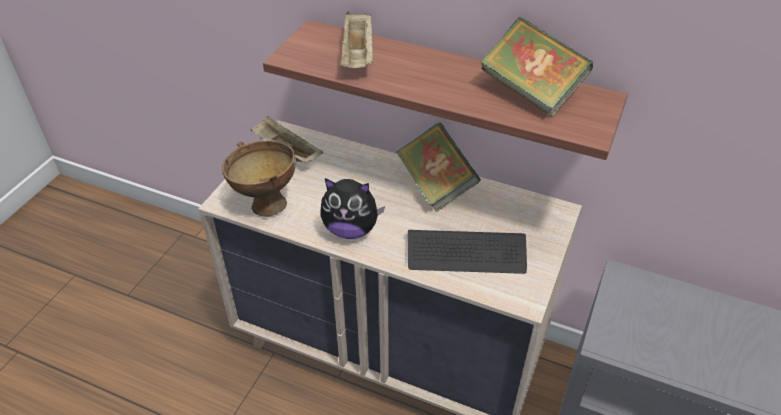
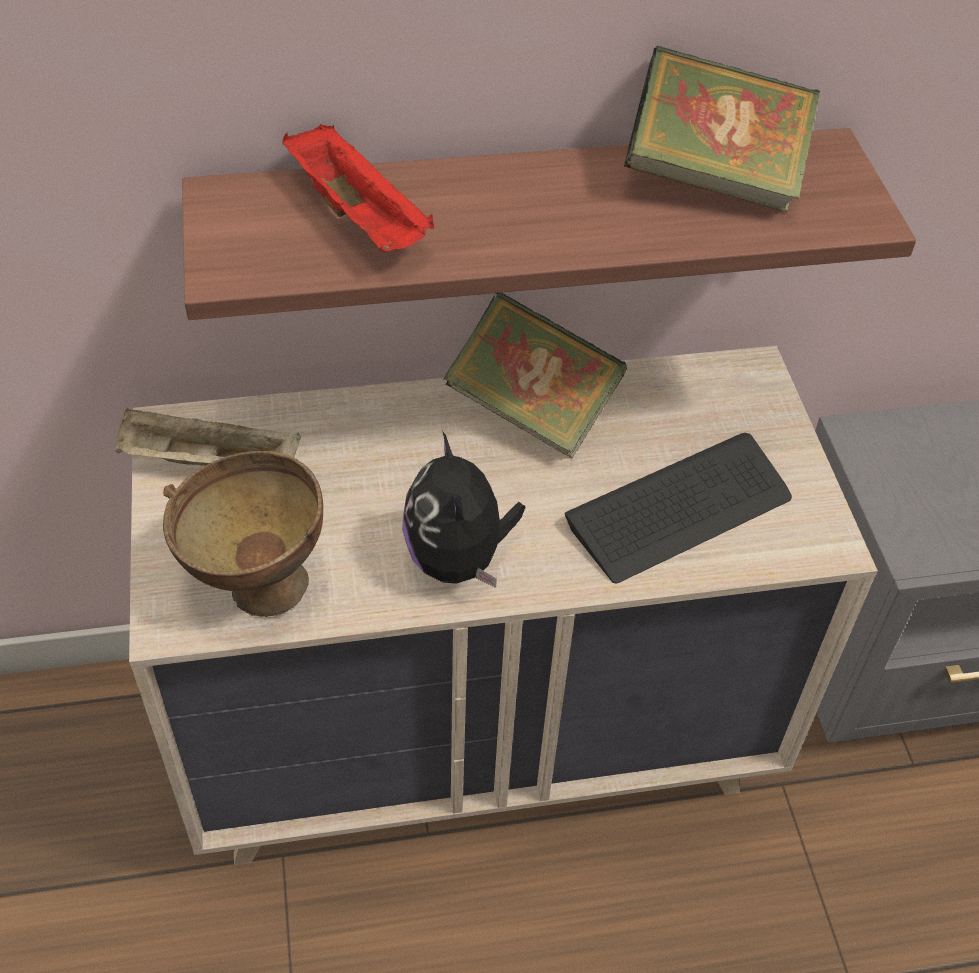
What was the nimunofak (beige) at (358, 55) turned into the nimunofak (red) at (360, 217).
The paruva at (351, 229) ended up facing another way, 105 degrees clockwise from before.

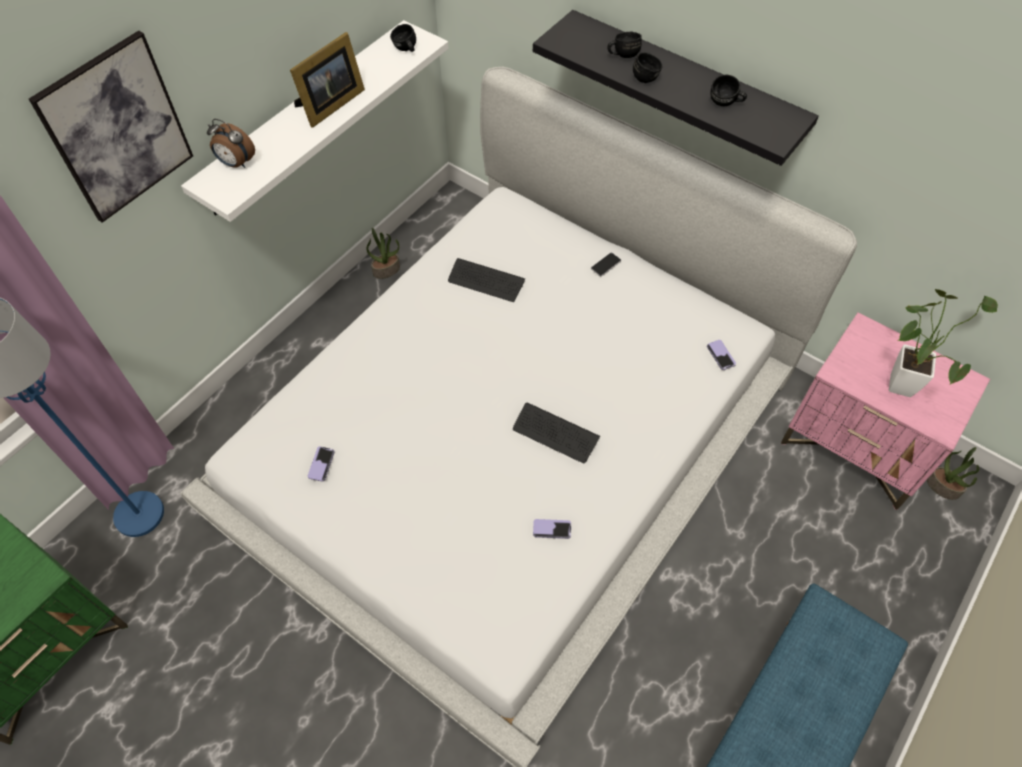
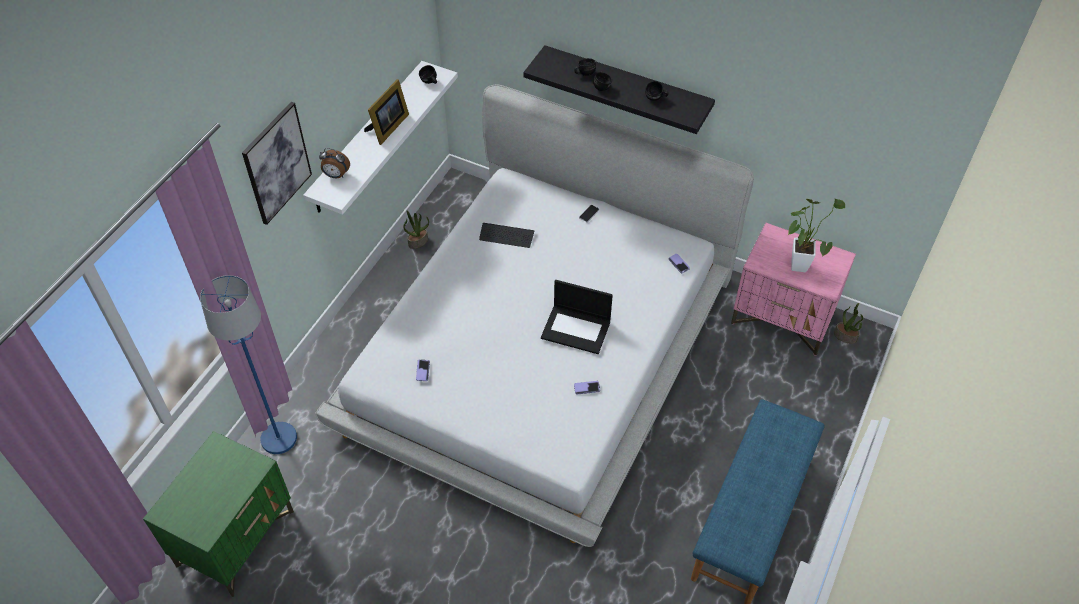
Where the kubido stood at (555, 434), the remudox came to stand at (577, 329).

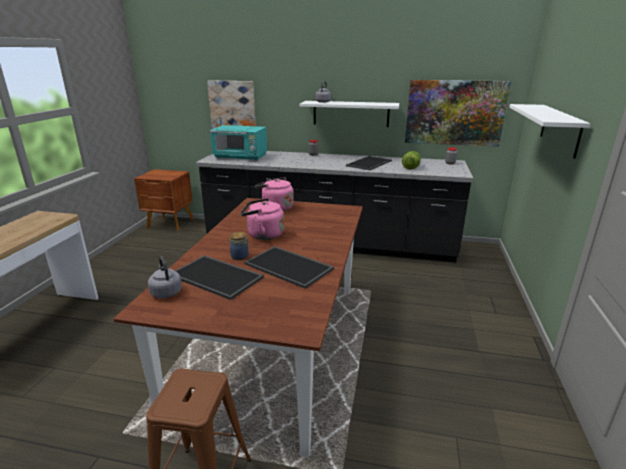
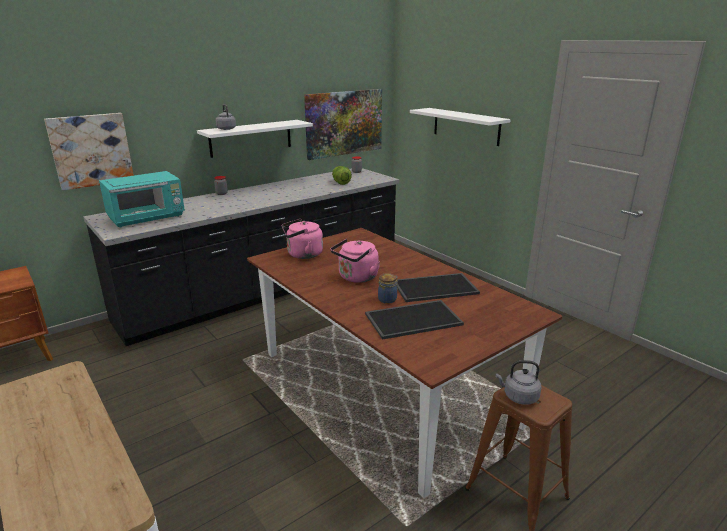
The second view lost the nimunofak at (369, 163).
The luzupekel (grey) ended up elsewhere, having gone from (166, 292) to (518, 397).

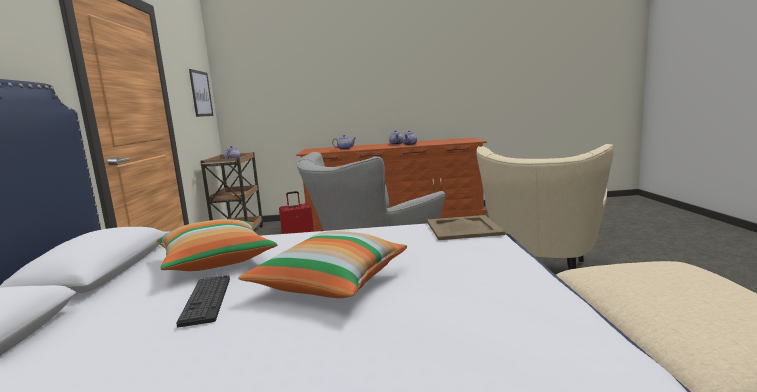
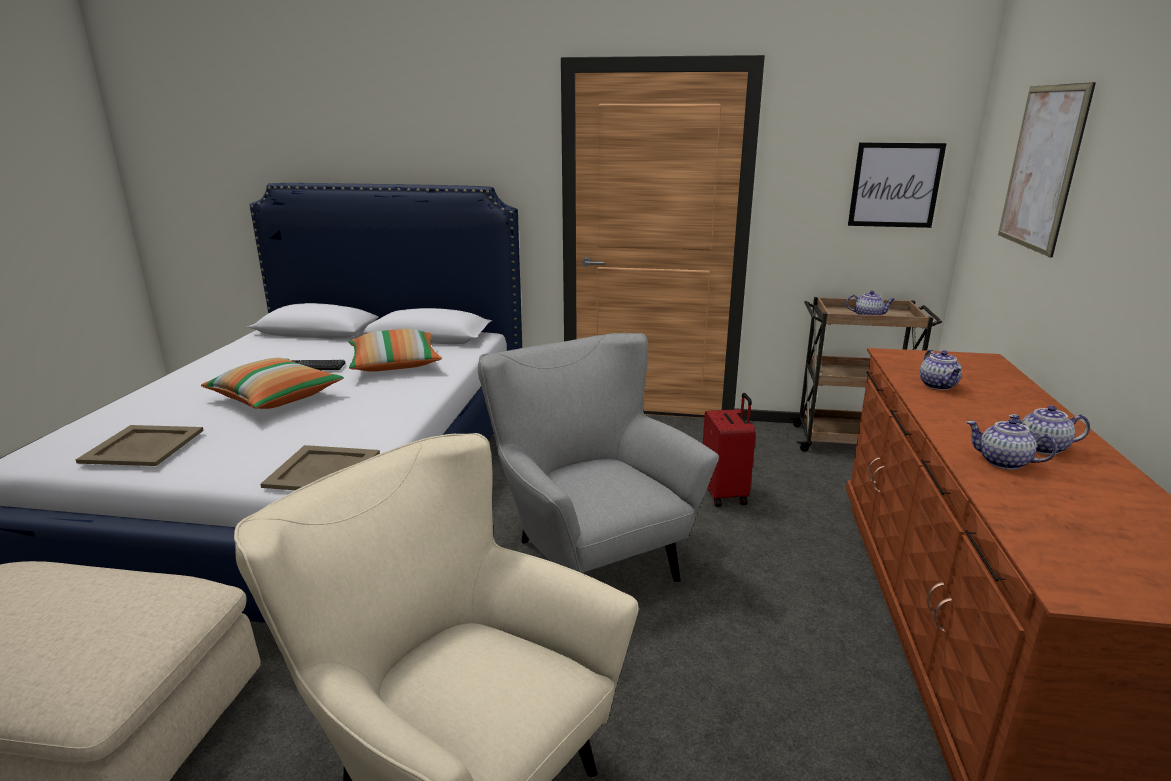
The second view gained the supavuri at (1042, 168).
The second view gained the nimunofak (beige) at (143, 446).

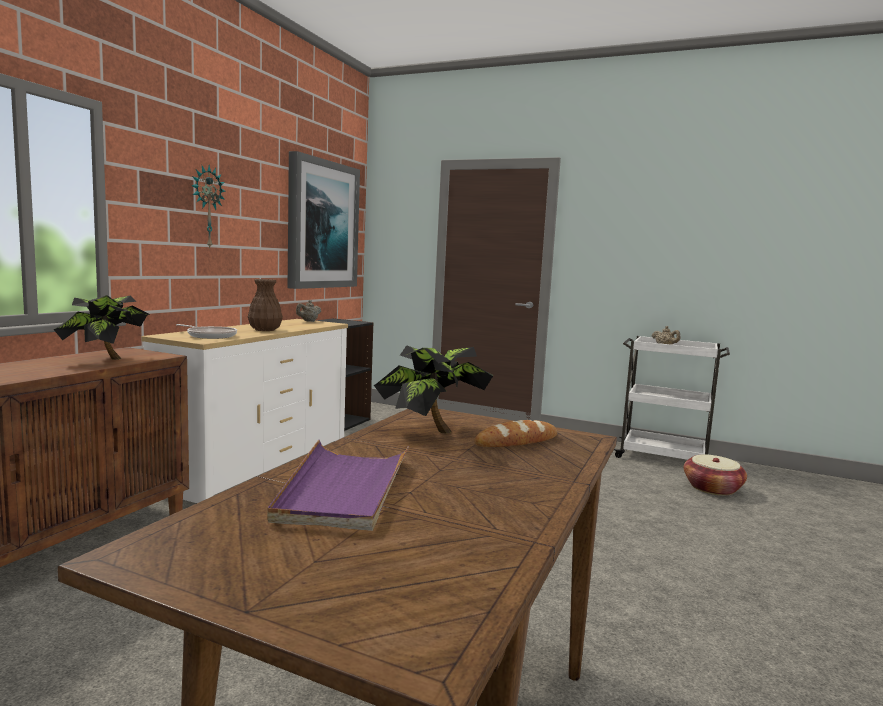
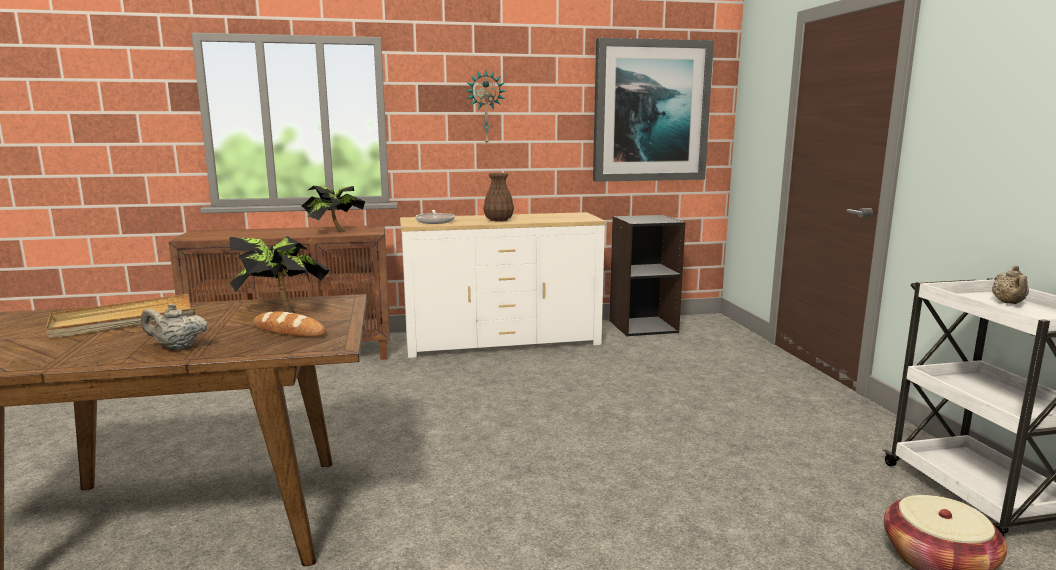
The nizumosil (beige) ended up elsewhere, having gone from (308, 321) to (176, 347).
What was the nimunofak (purple) at (344, 488) turned into the nimunofak (beige) at (124, 320).

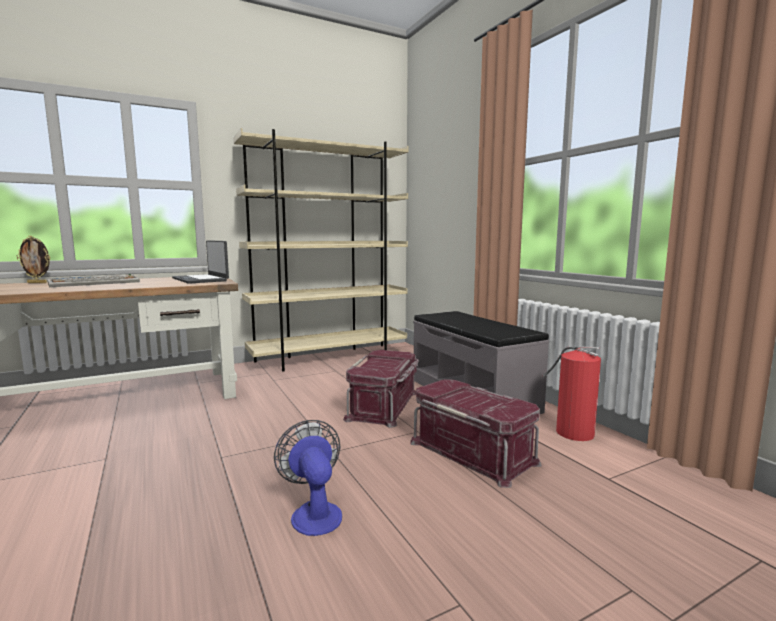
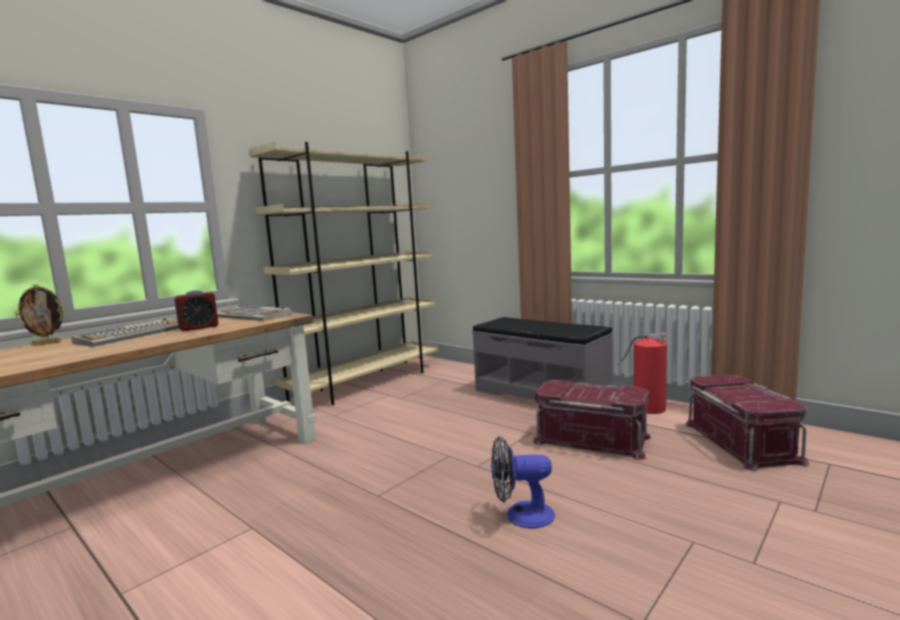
Where the remudox stood at (201, 279), the kubido came to stand at (252, 315).
The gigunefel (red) ended up elsewhere, having gone from (384, 406) to (742, 442).
The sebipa at (314, 512) ended up facing another way, 45 degrees counterclockwise from before.
The second view gained the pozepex at (198, 327).

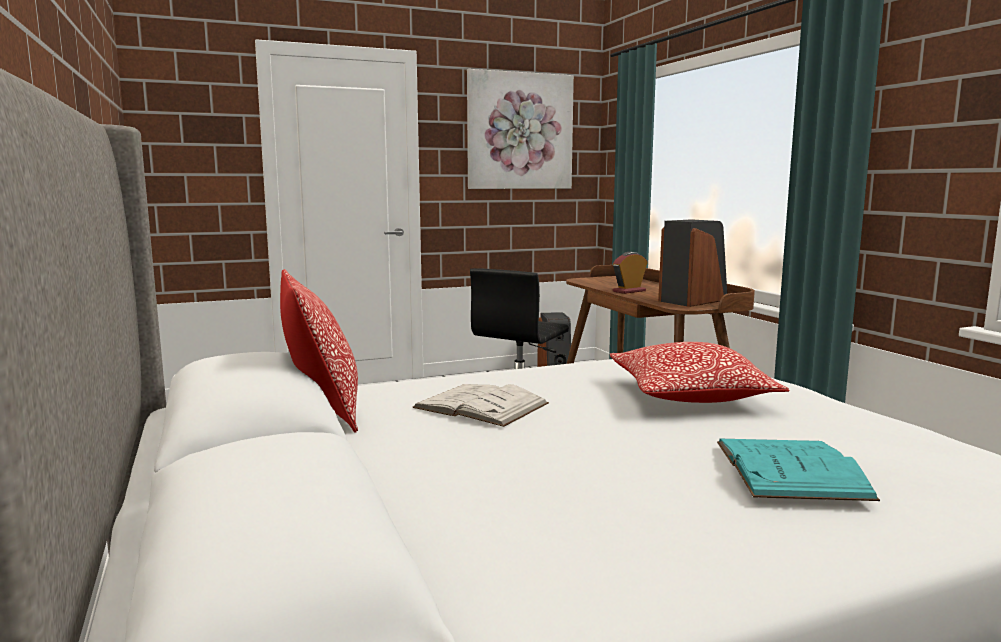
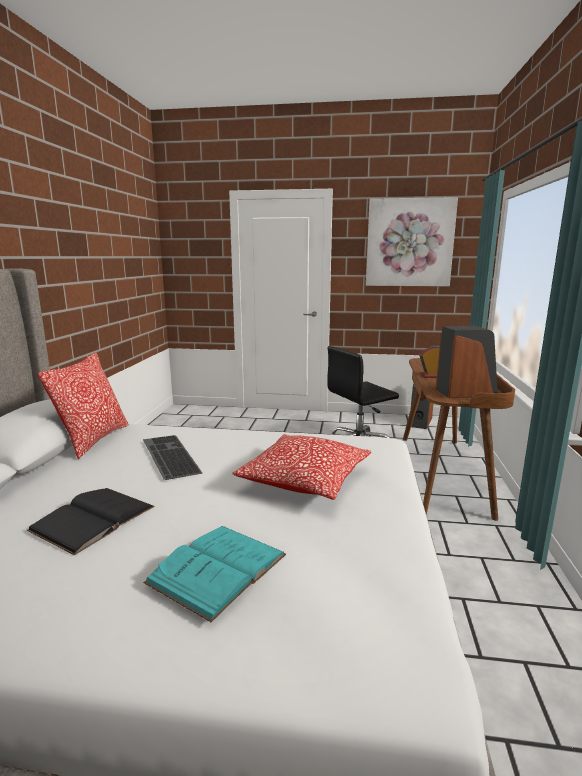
Where the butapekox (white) stood at (481, 405), the kubido came to stand at (168, 456).
The second view gained the butapekox (black) at (93, 518).

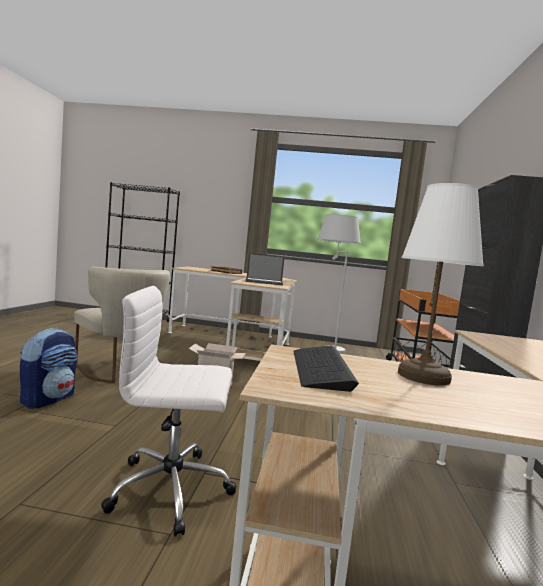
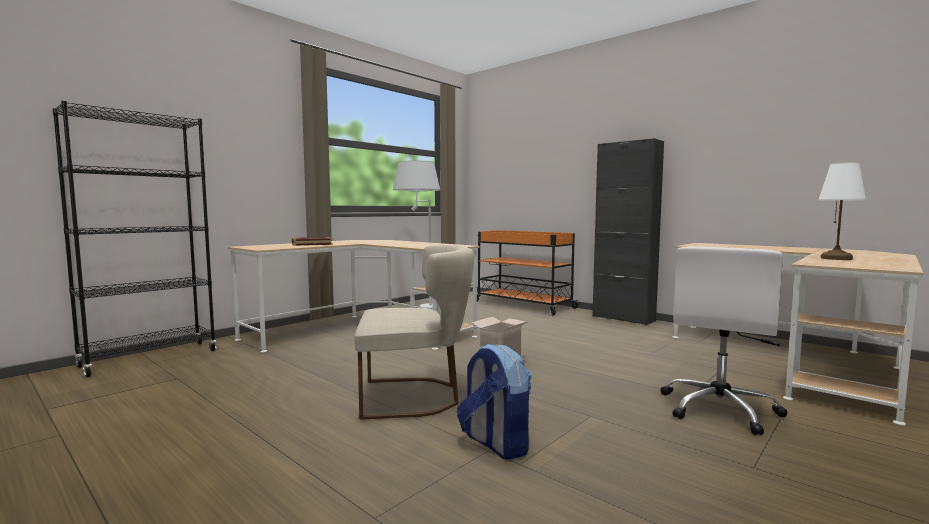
The second view lost the remudox at (264, 282).
The second view lost the kubido at (320, 368).

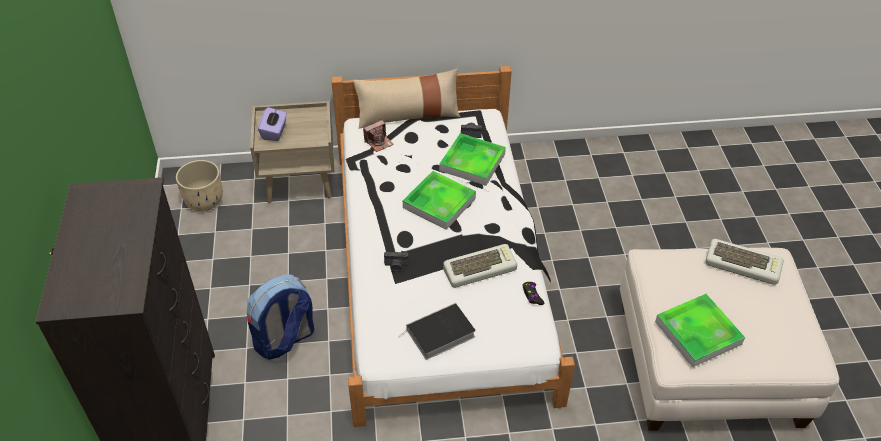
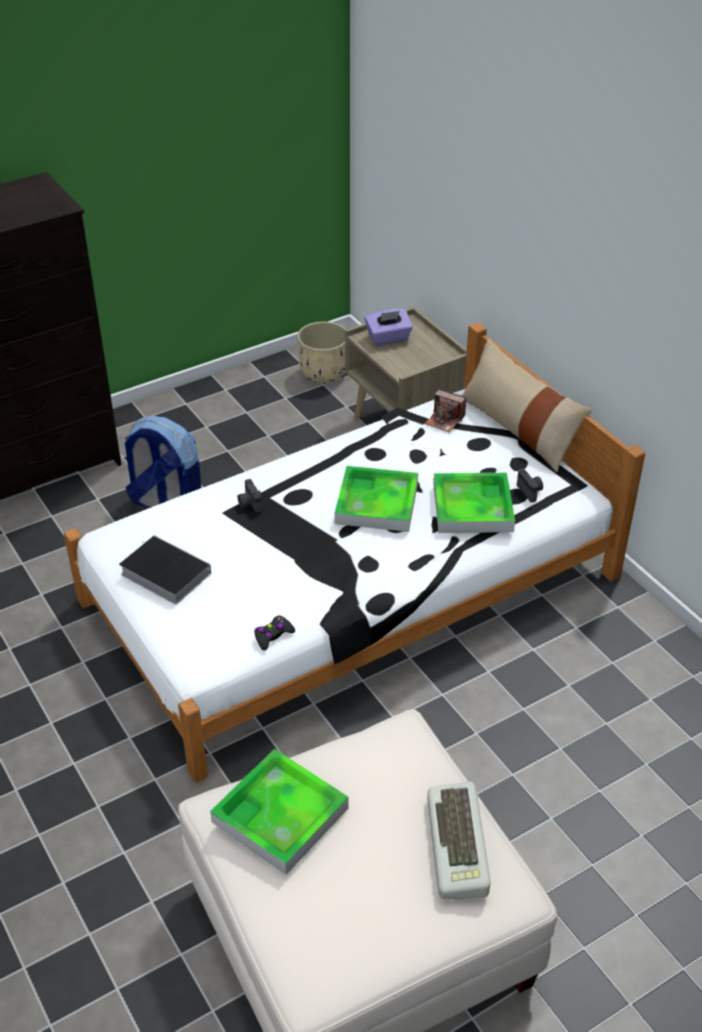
The second view lost the kubido at (480, 268).

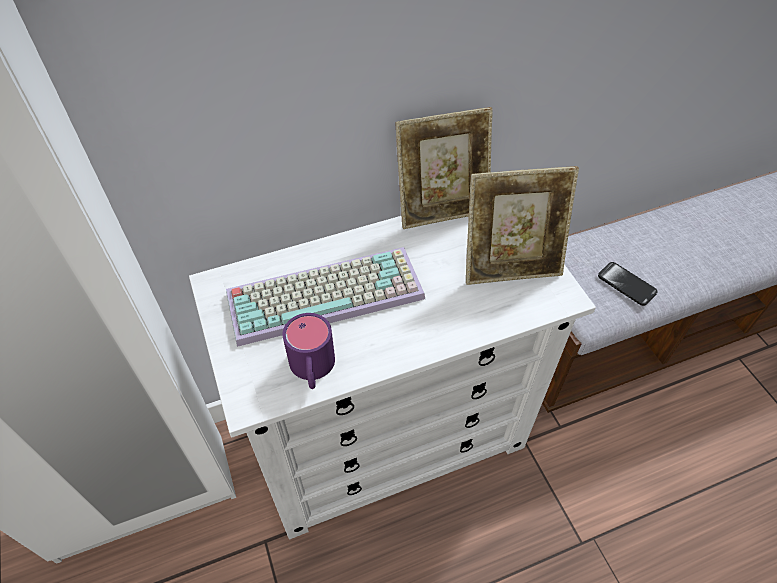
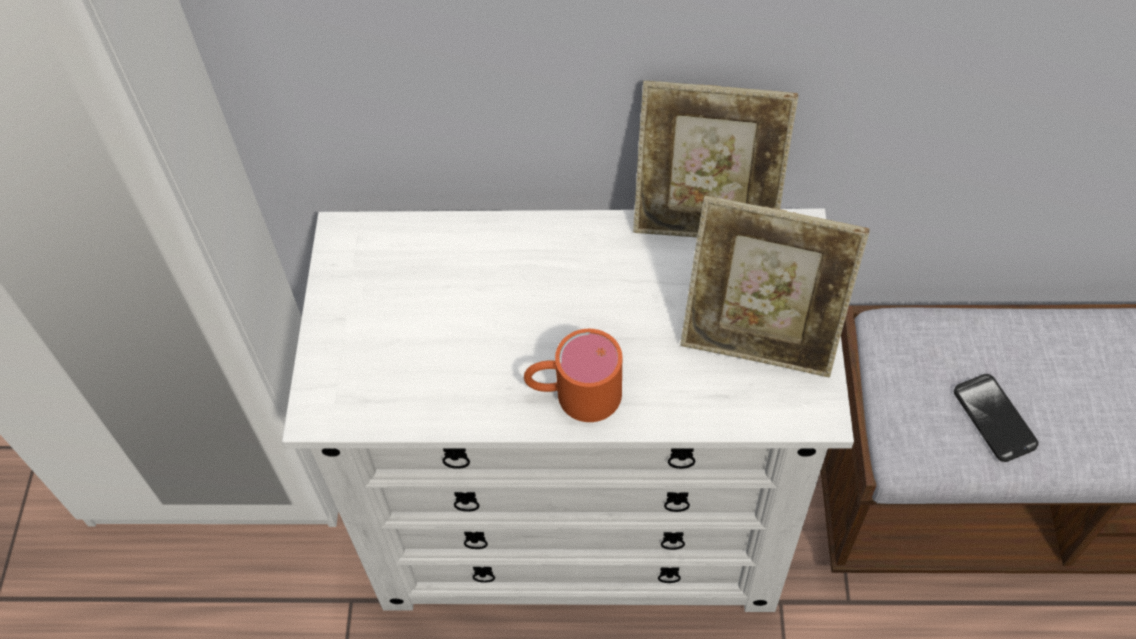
The second view lost the kubido at (327, 293).
The second view lost the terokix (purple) at (312, 370).
The second view gained the terokix (orange) at (573, 394).

